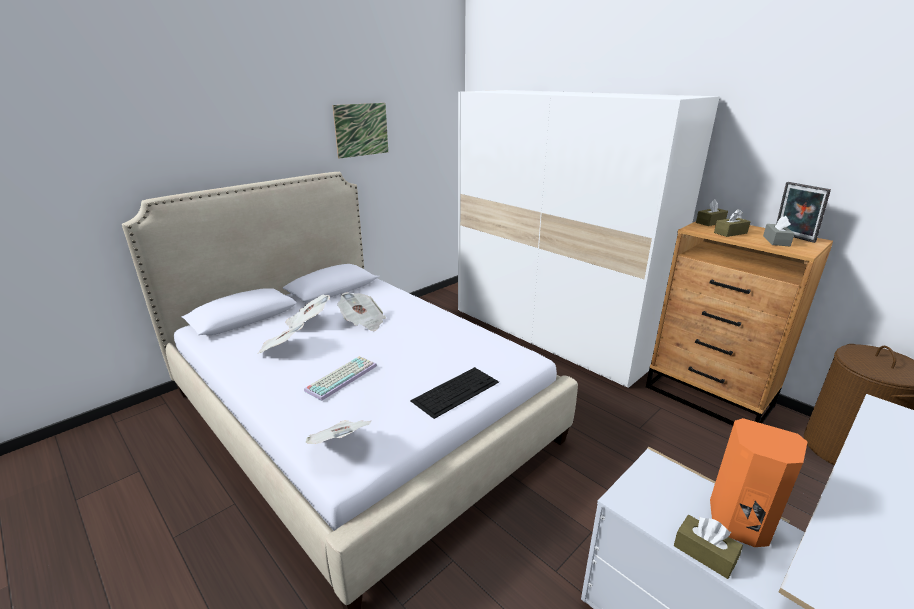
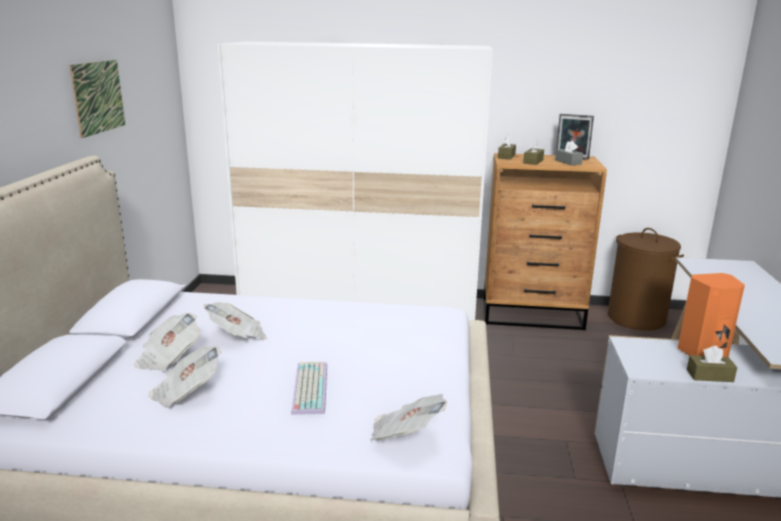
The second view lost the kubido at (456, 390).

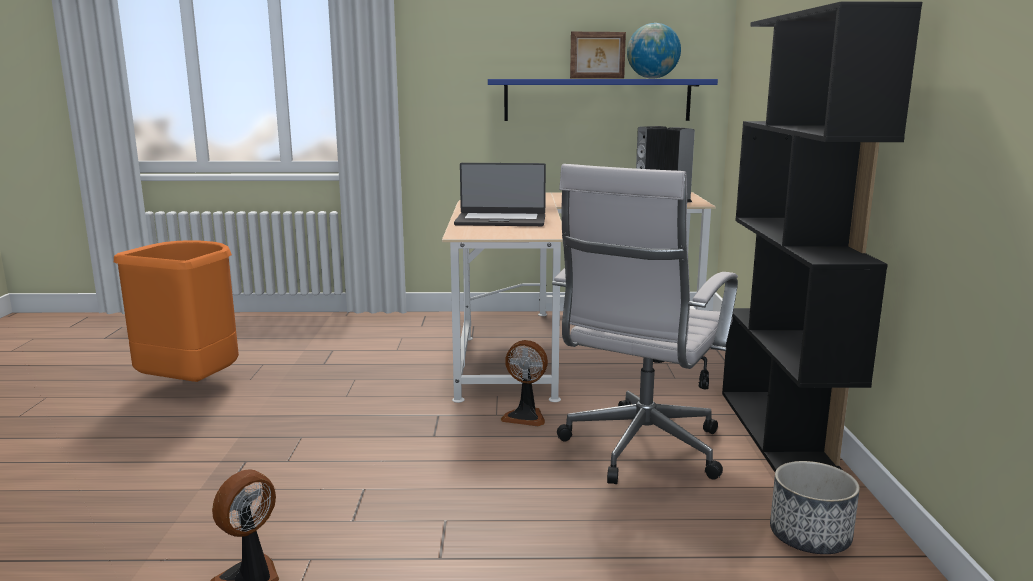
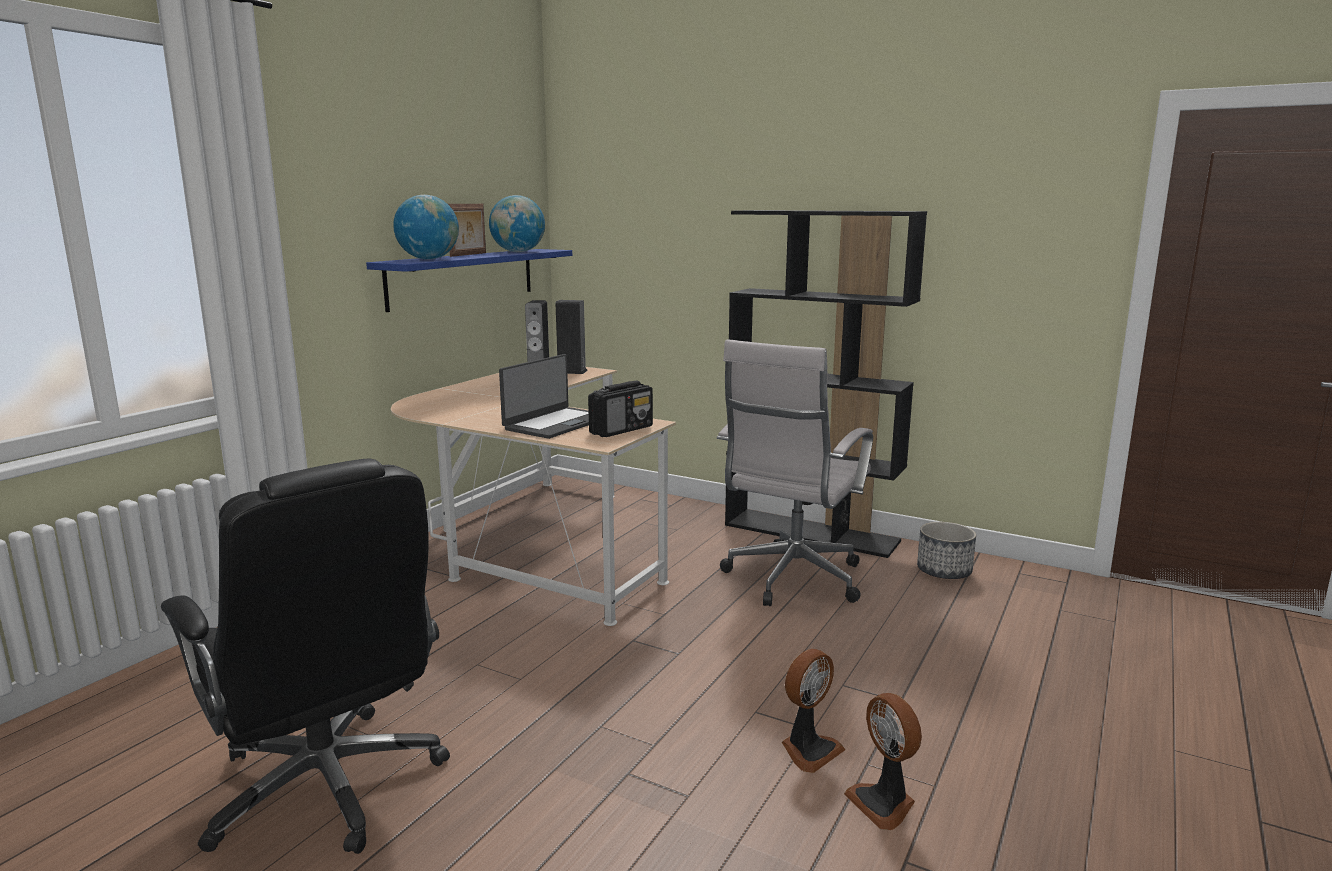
The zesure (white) at (640, 451) ended up facing another way, 60 degrees clockwise from before.
Where the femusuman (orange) stood at (193, 386), the zesure (black) came to stand at (327, 786).
The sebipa ended up elsewhere, having gone from (525, 416) to (808, 749).
The second view gained the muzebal at (428, 259).
The second view gained the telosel at (622, 430).

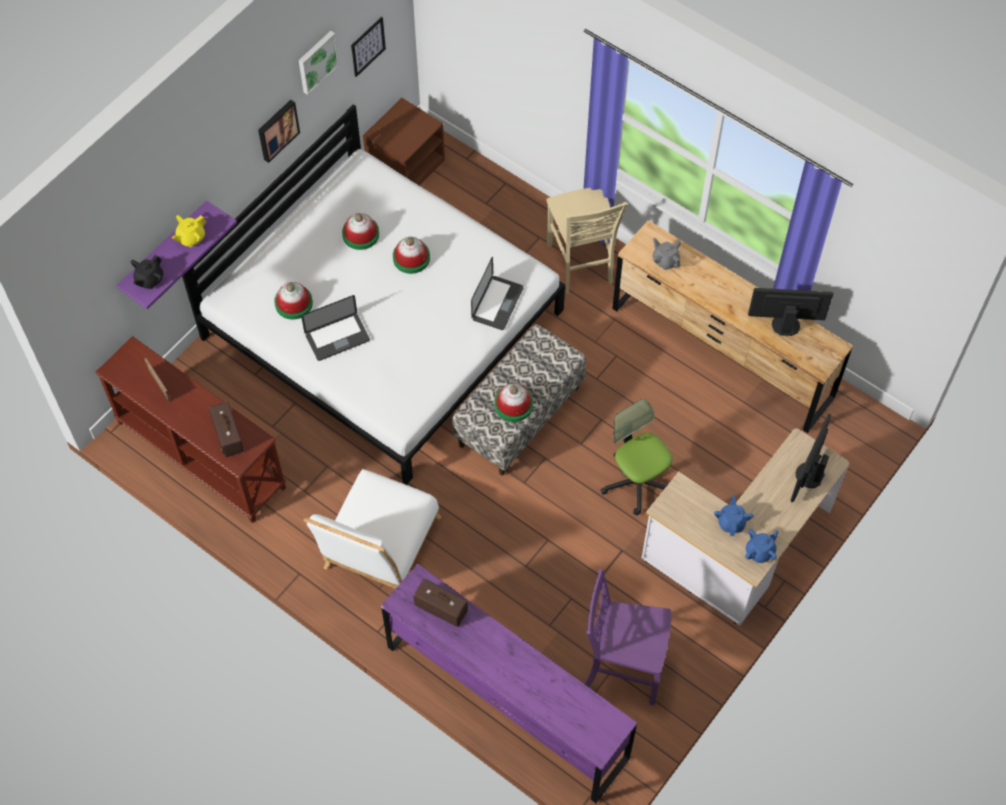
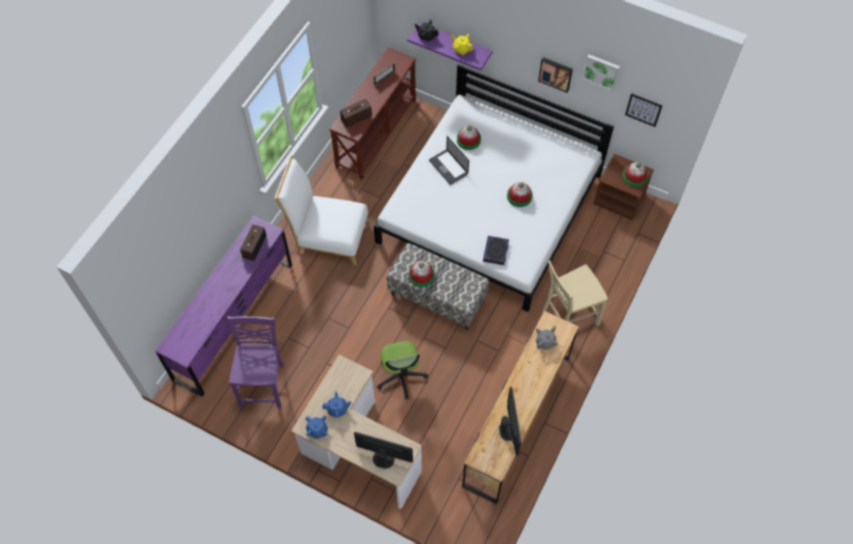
The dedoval ended up elsewhere, having gone from (360, 234) to (634, 176).
Where the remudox stood at (497, 303), the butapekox came to stand at (496, 251).
The zesure at (637, 481) ended up facing another way, 120 degrees clockwise from before.

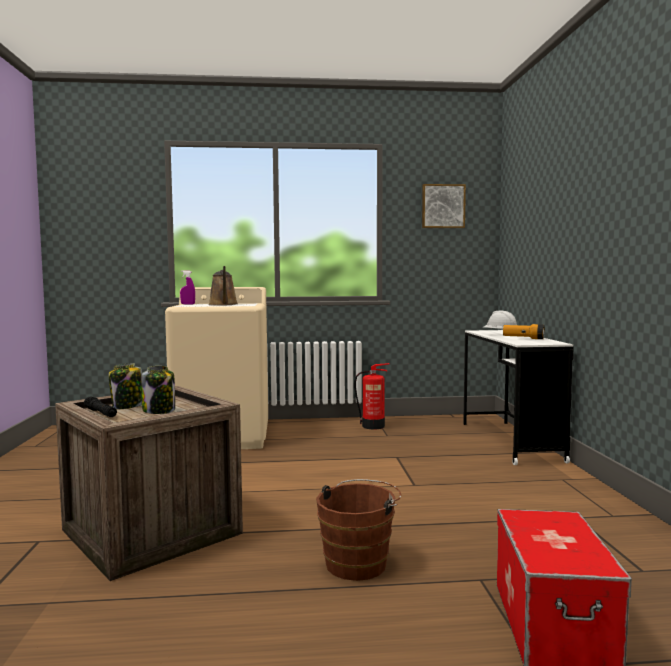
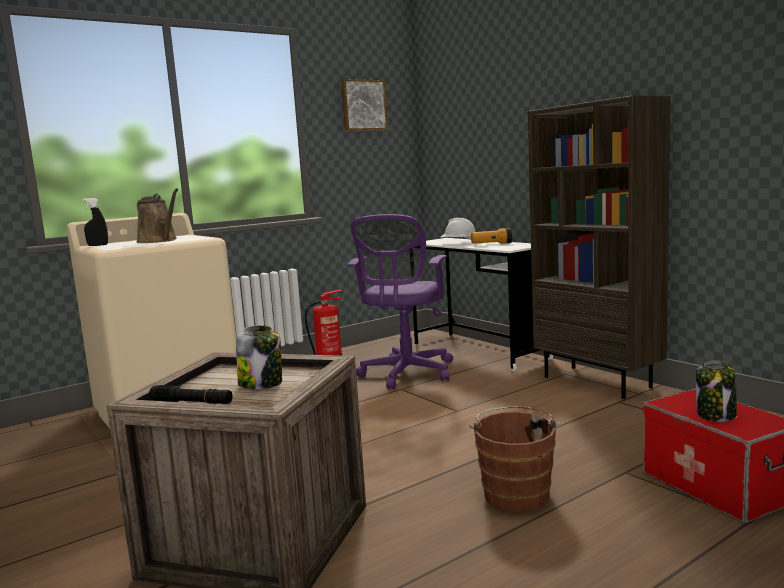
What was the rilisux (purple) at (188, 304) turned into the rilisux (black) at (98, 245).
The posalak ended up elsewhere, having gone from (128, 407) to (716, 415).
The second view gained the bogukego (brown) at (598, 382).
The second view gained the zesure (purple) at (406, 374).

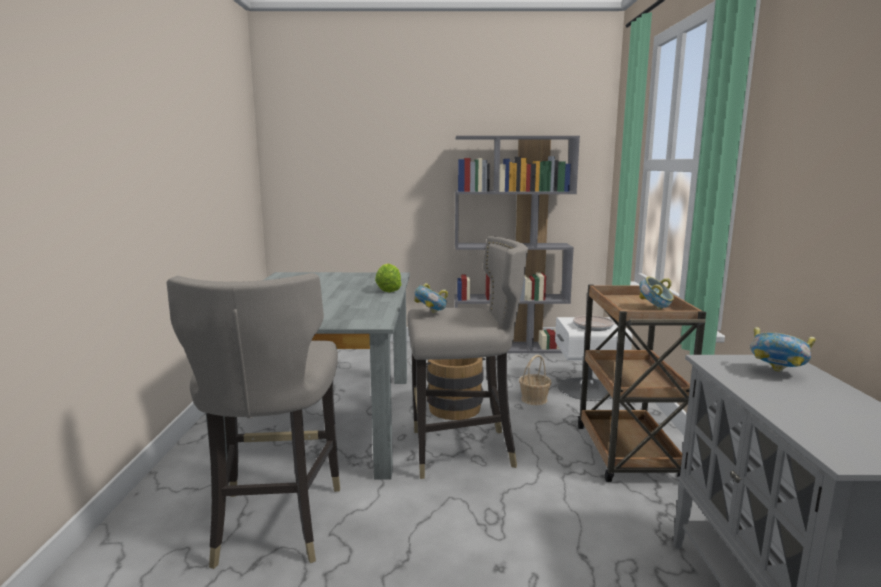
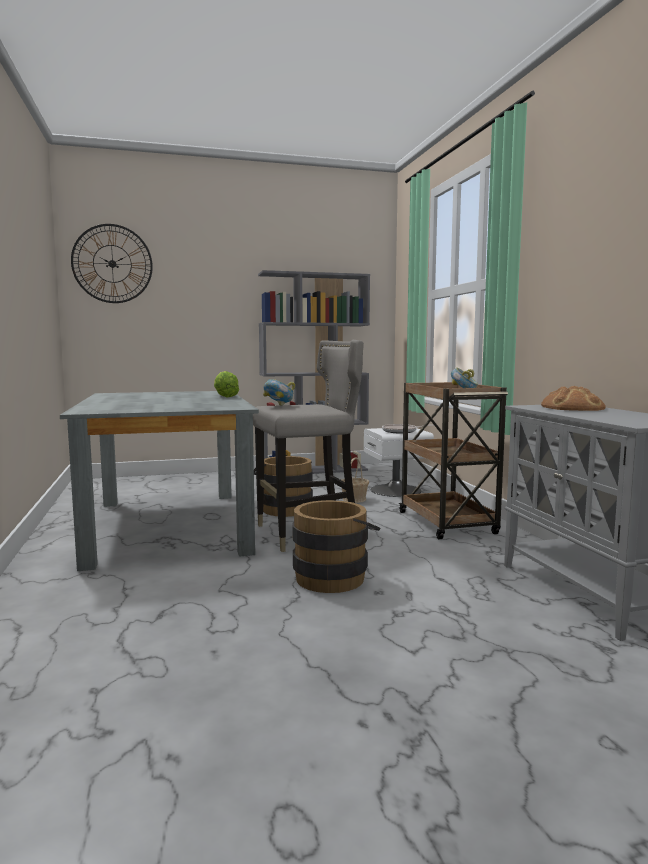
The second view lost the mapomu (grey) at (275, 525).
Where the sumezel stood at (777, 373), the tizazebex came to stand at (573, 408).
The second view gained the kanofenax at (112, 264).
The second view gained the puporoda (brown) at (334, 576).

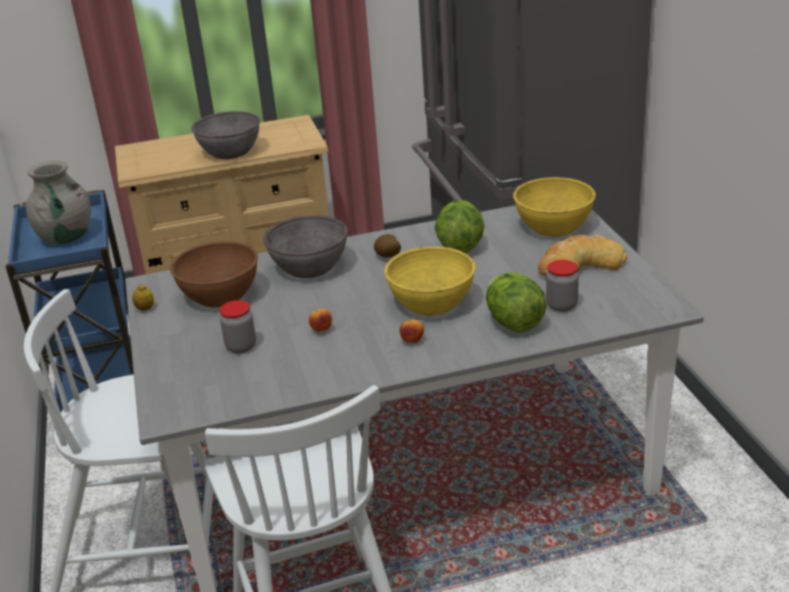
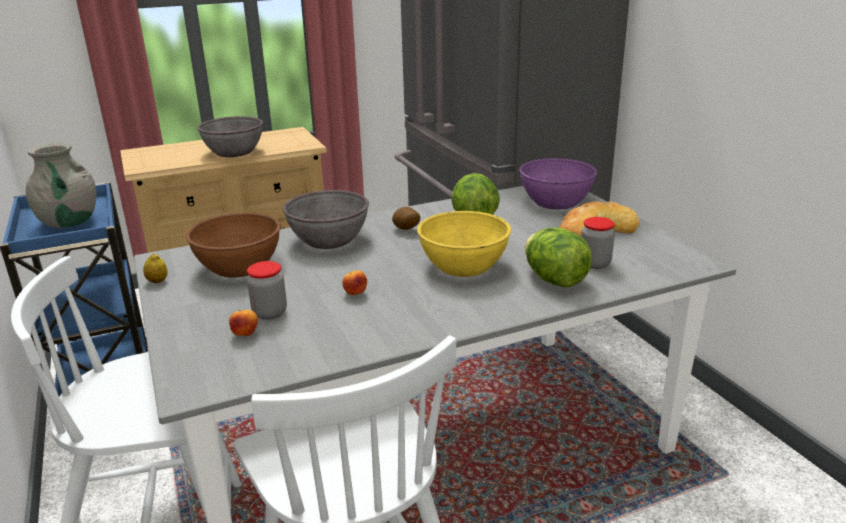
What was the sumezel (yellow) at (553, 227) turned into the sumezel (purple) at (555, 202).
The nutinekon ended up elsewhere, having gone from (412, 341) to (245, 334).

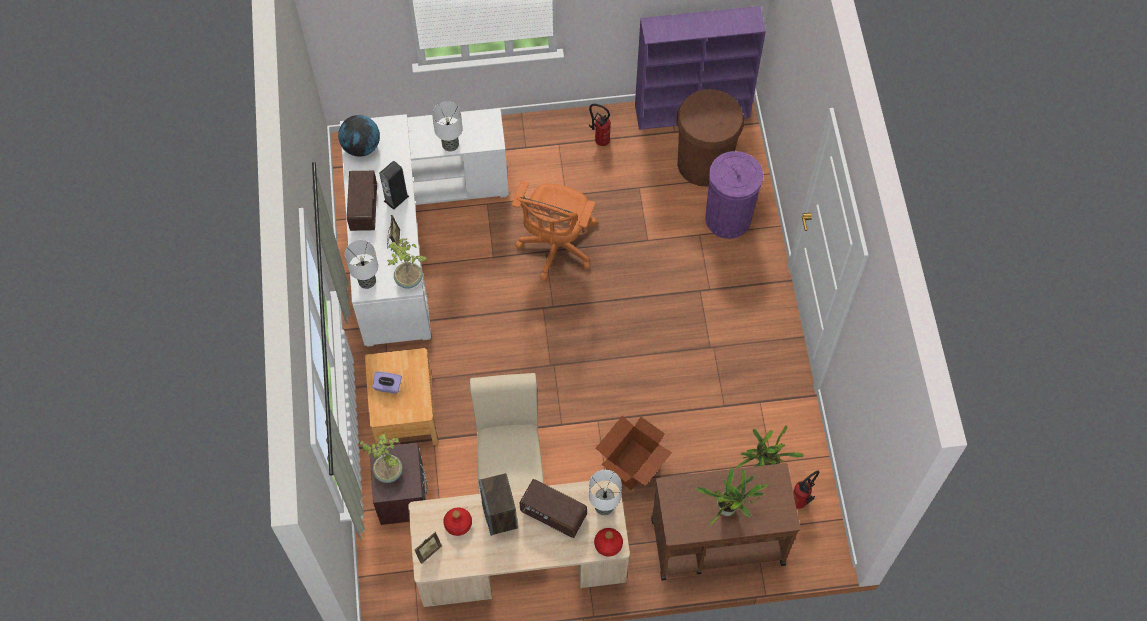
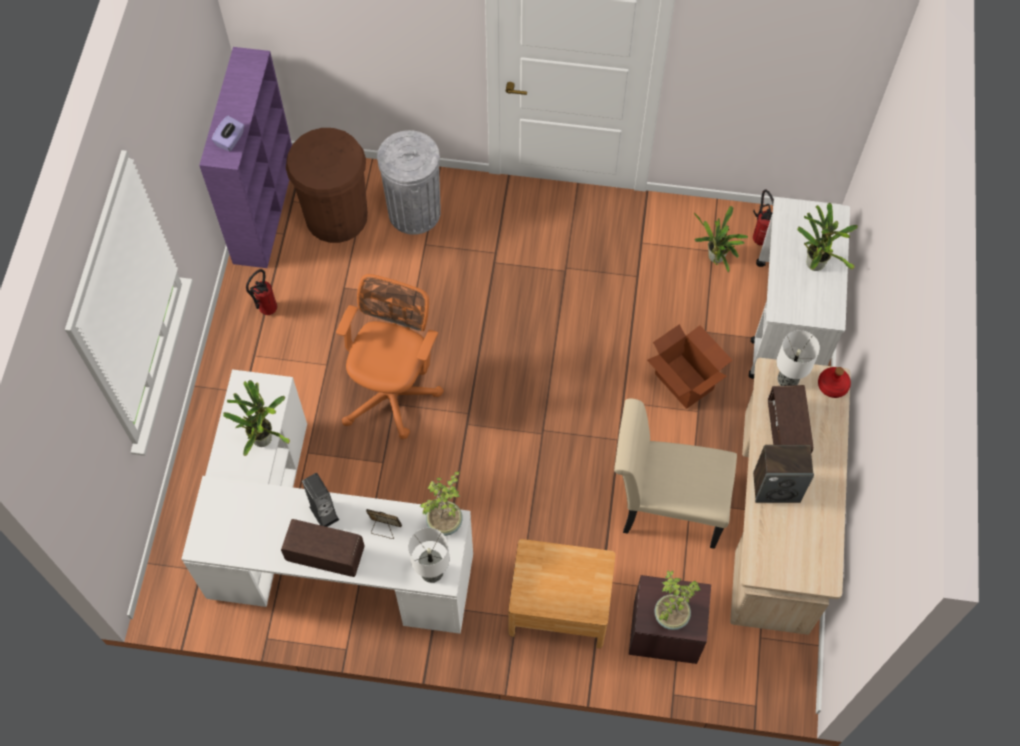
Where the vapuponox stood at (450, 144), the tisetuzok came to stand at (263, 436).
The second view lost the muzebal at (361, 147).
What was the femusuman (purple) at (728, 218) turned into the femusuman (grey) at (414, 212).
The zesure (orange) at (556, 248) ended up facing another way, 105 degrees counterclockwise from before.
The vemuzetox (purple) ended up elsewhere, having gone from (388, 386) to (230, 140).
What was the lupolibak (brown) at (716, 541) turned into the lupolibak (white) at (787, 324).
The telosel at (553, 514) ended up facing another way, 135 degrees clockwise from before.
The second view lost the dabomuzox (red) at (458, 524).
The second view lost the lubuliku at (427, 550).

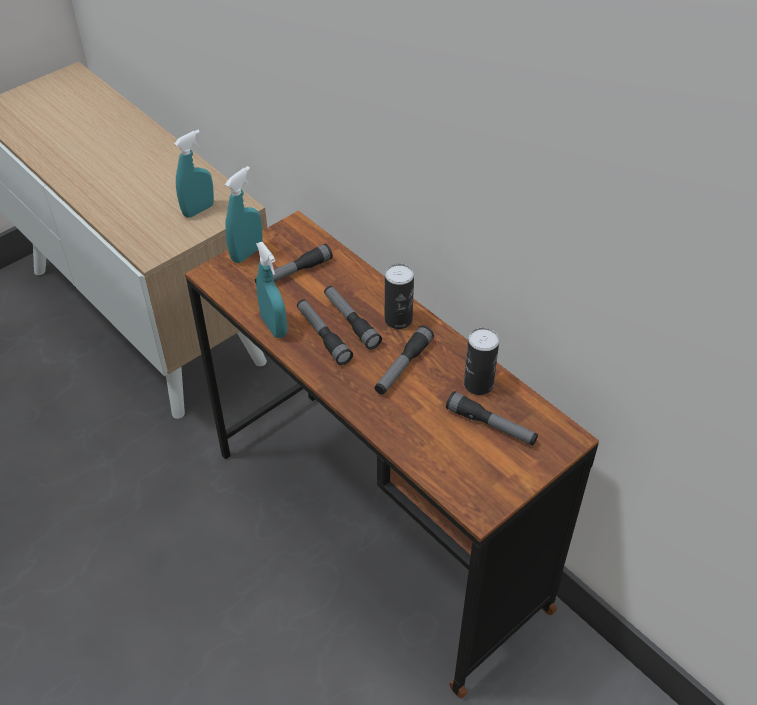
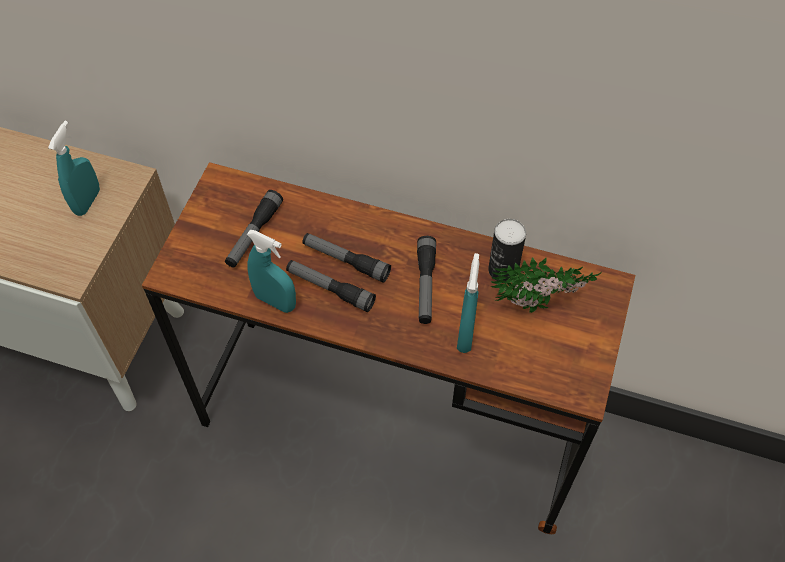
The rilisux (turquoise) ended up elsewhere, having gone from (247, 253) to (465, 334).
The second view lost the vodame at (398, 319).
Where the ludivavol stood at (491, 425), the tisetuzok came to stand at (540, 305).

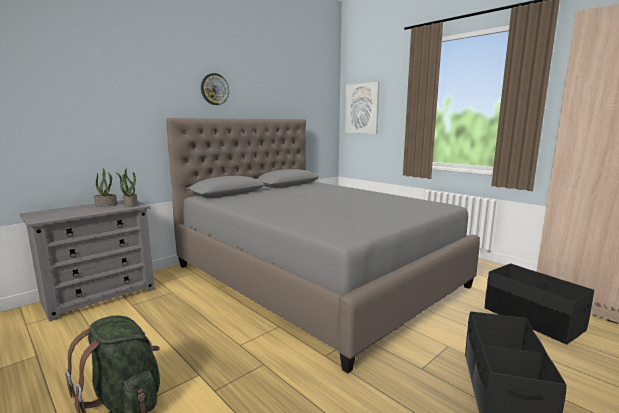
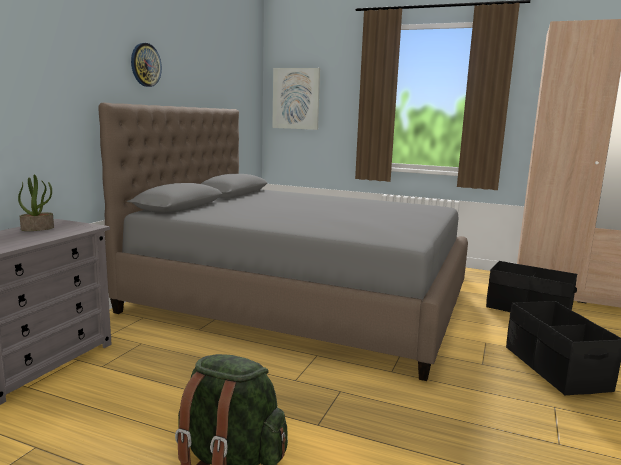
The second view lost the tisetuzok at (130, 205).

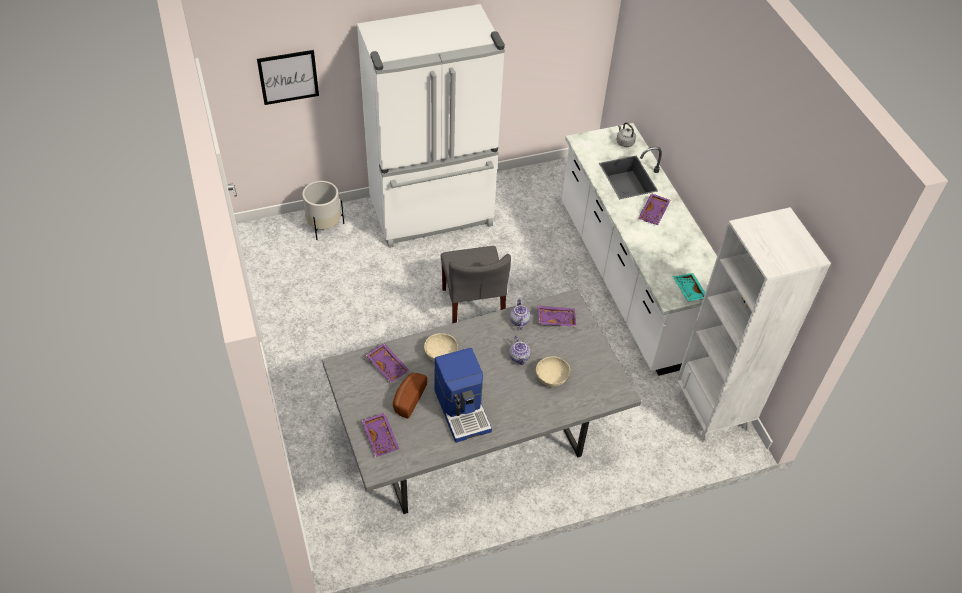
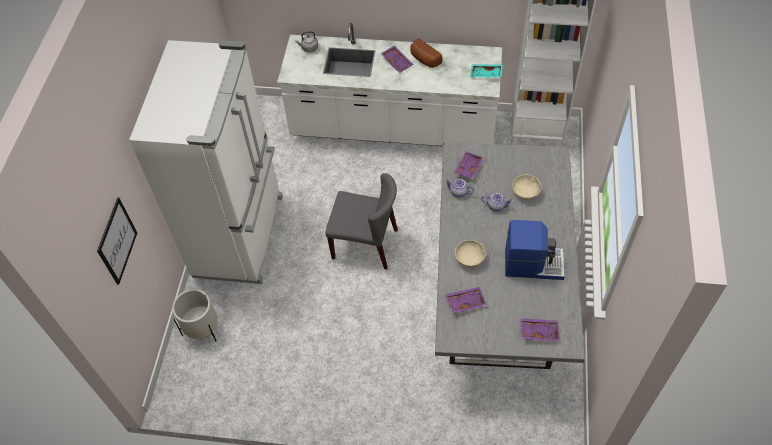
The tizazebex ended up elsewhere, having gone from (408, 399) to (424, 60).

